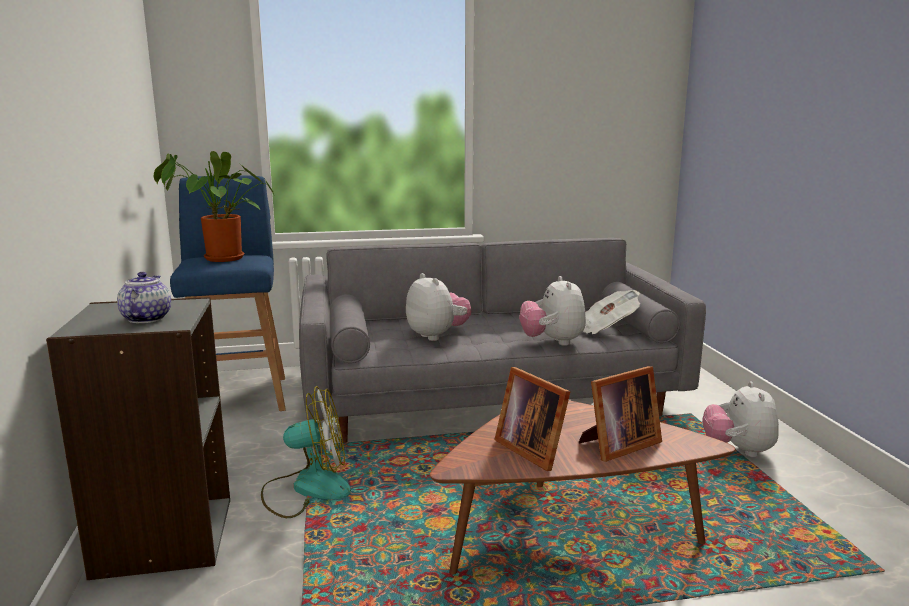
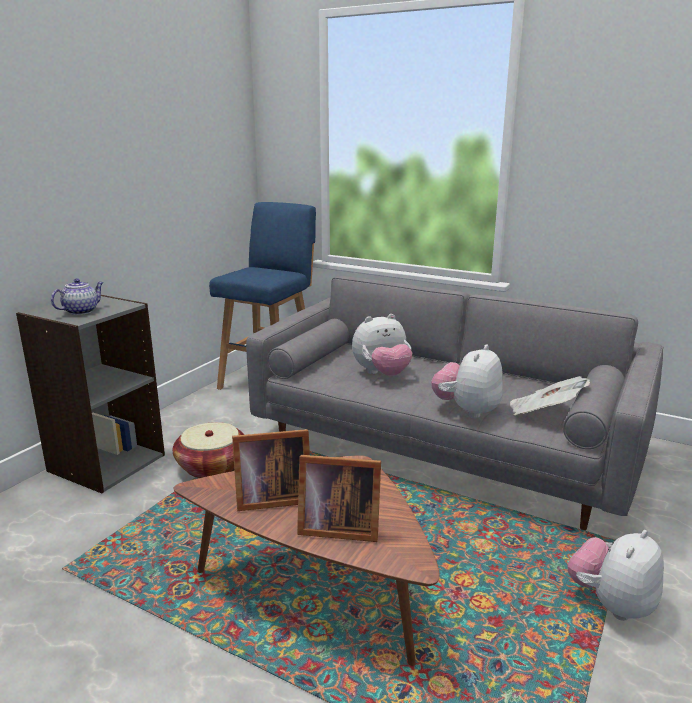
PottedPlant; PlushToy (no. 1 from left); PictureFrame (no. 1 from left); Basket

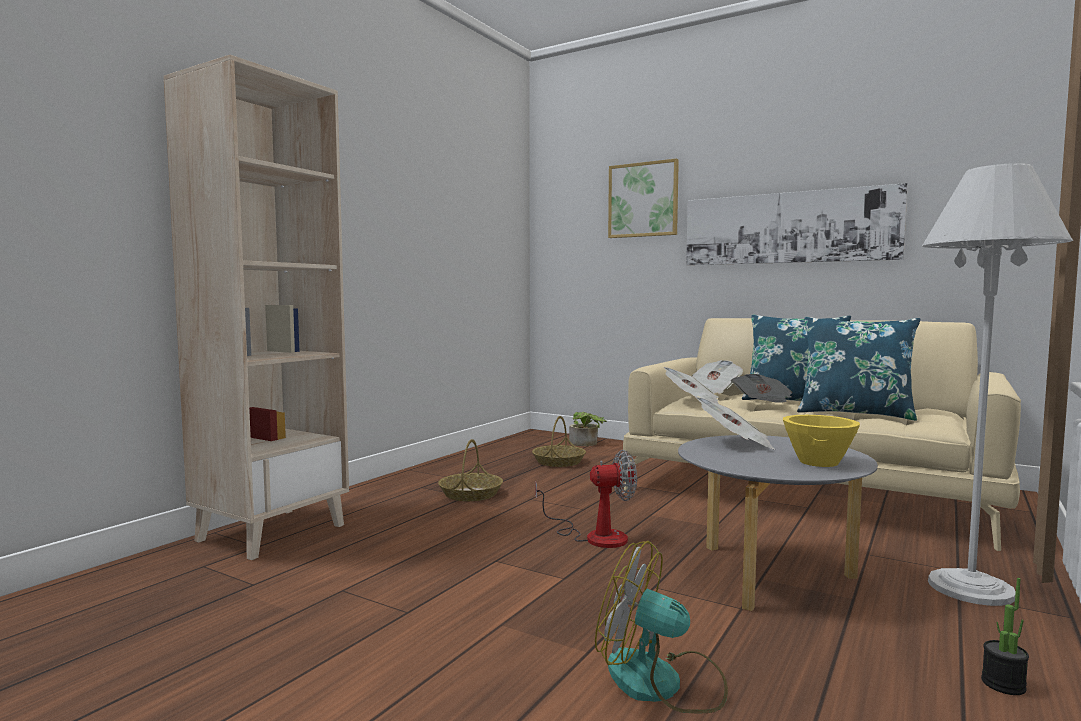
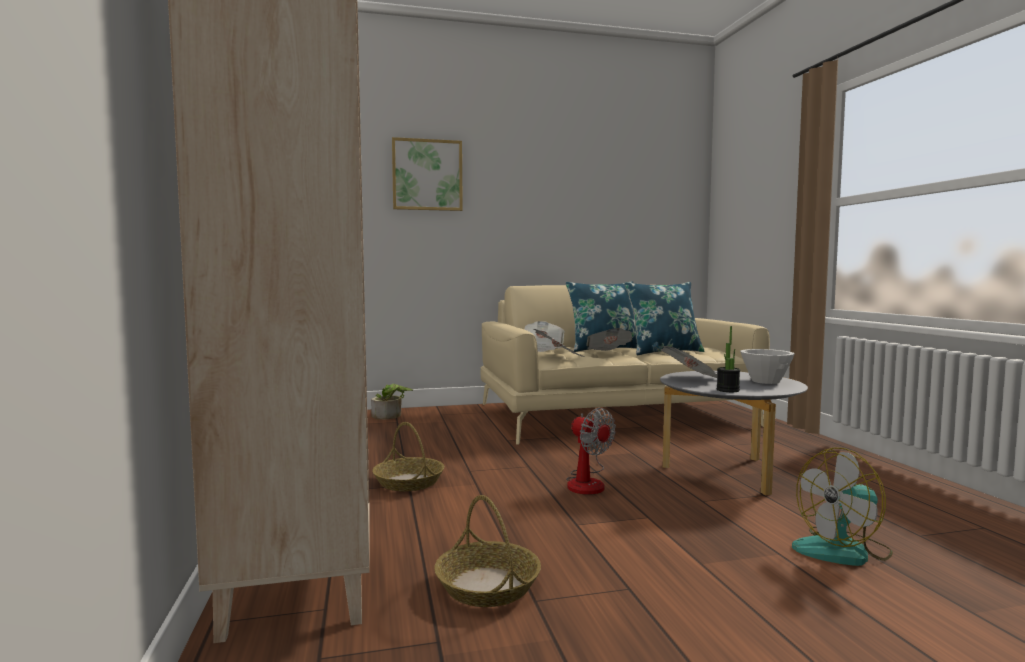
WhiteFloorLamp; Picture (no. 2 from left in the first image); WhiteBowl; Basket (no. 2 from left); Fan (no. 1 from left); PottedPlant (no. 2 from left)

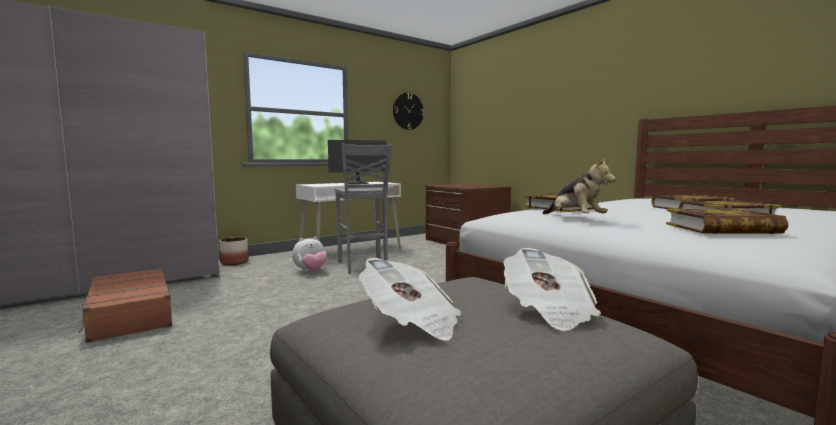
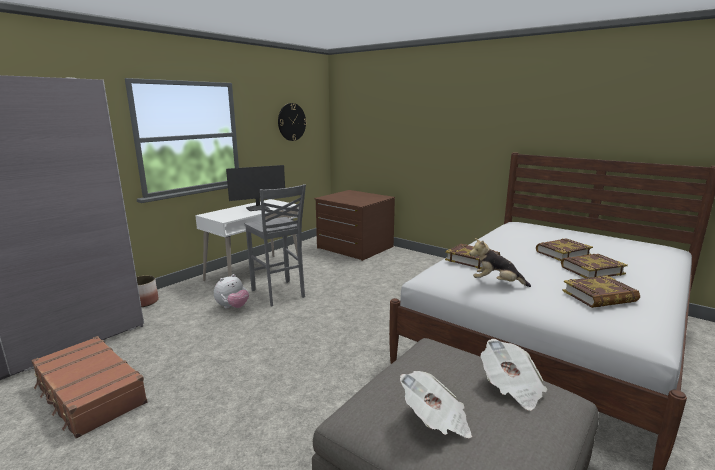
PlushToy (no. 2 from left)

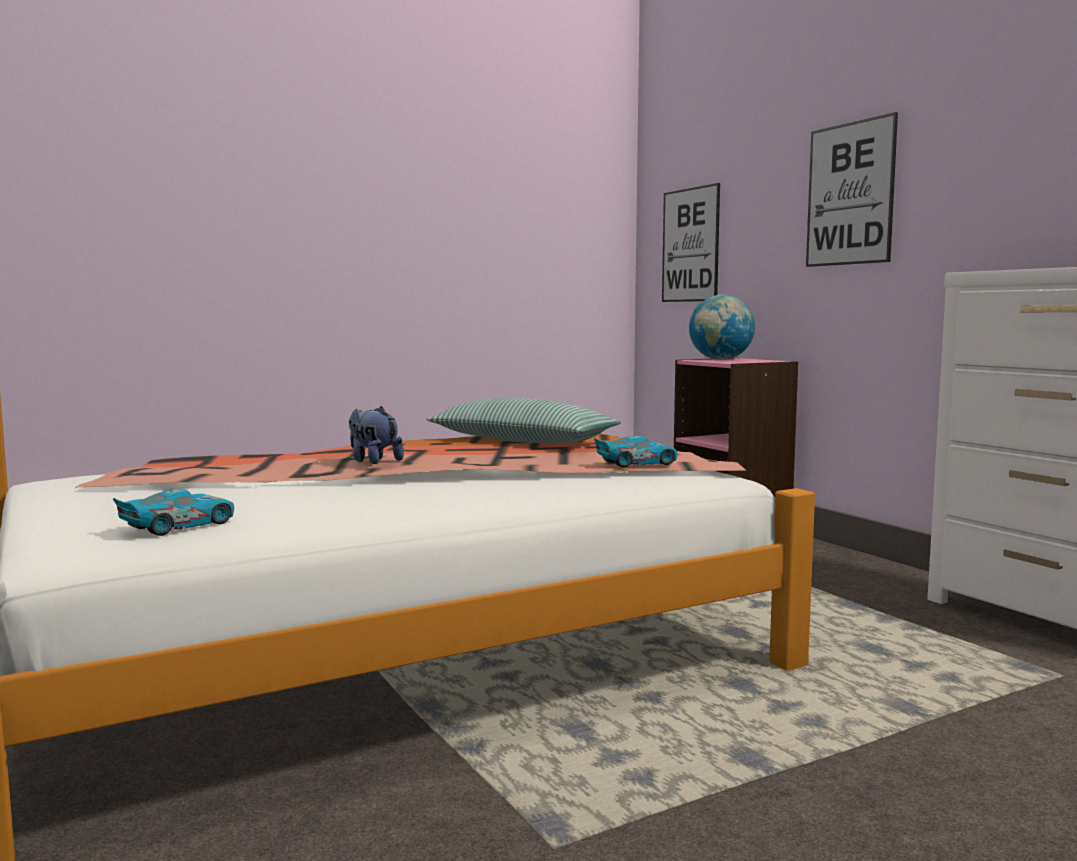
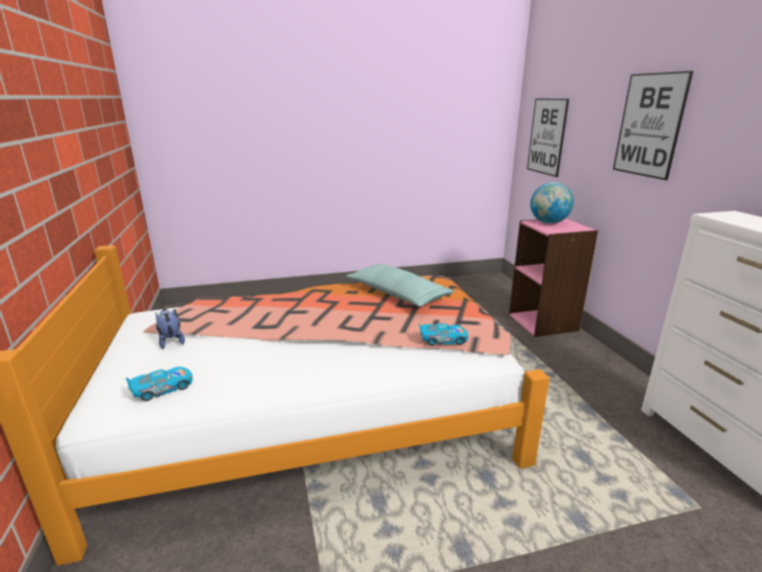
PlushToy

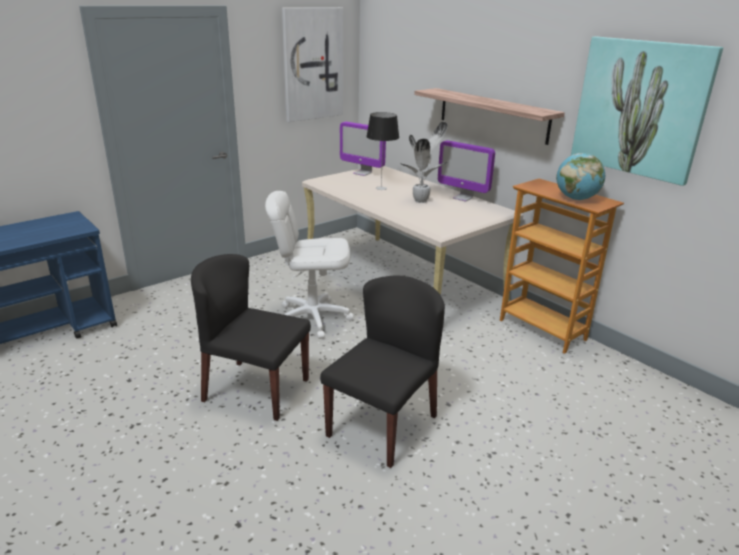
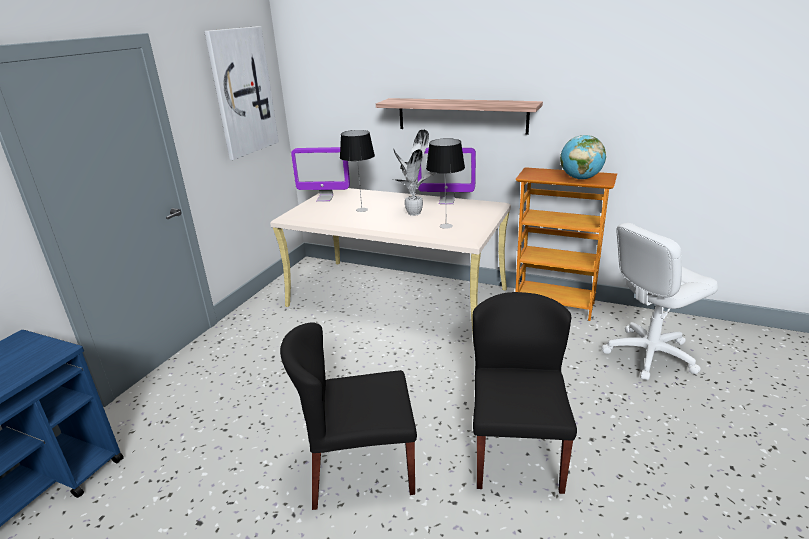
Picture (no. 2 from left in the first image); WhiteOfficeChair; TableLamp (no. 2 from left)

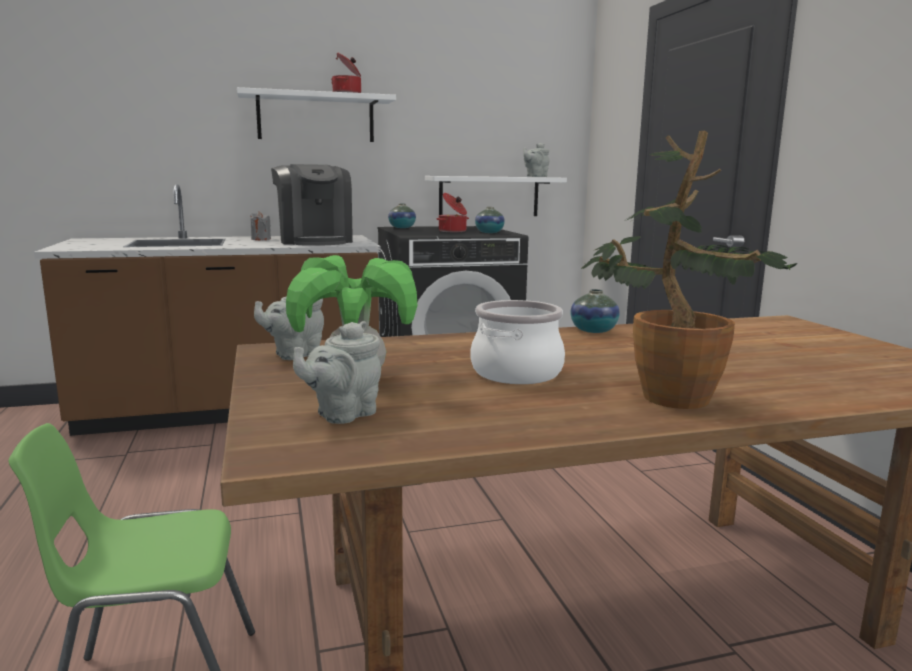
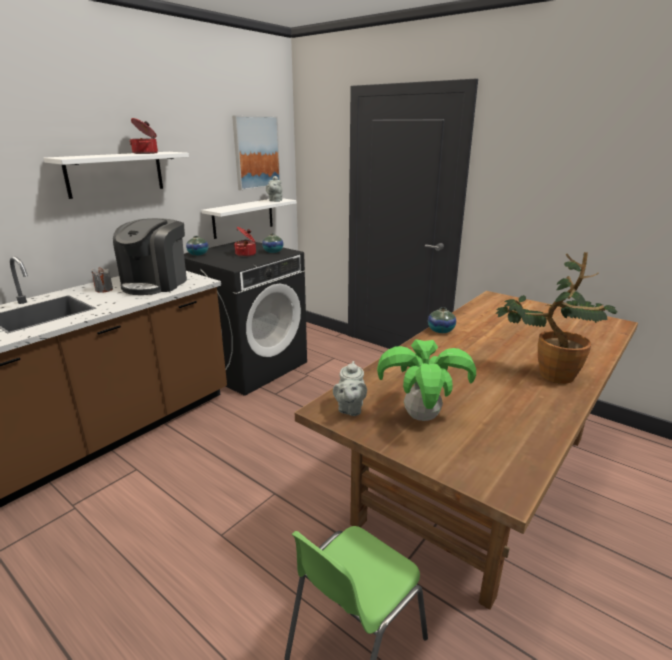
CoffeeMachine; CookingPot (no. 3 from left in the first image); GreyTeapot (no. 2 from left in the first image); Picture

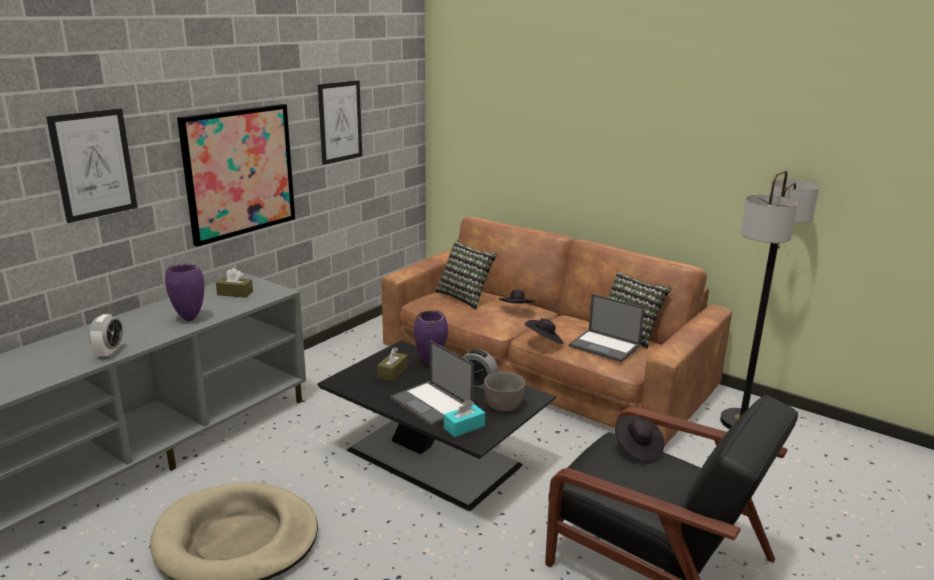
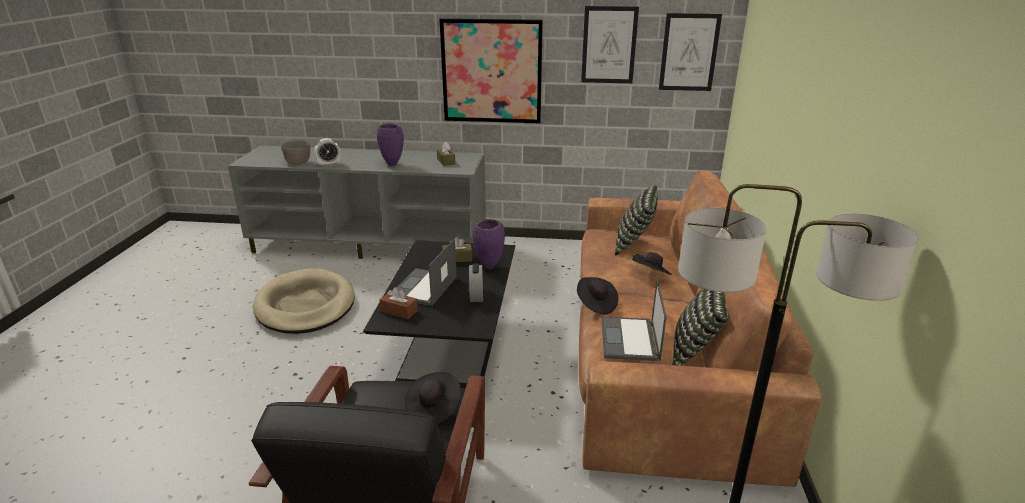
Picture (no. 3 from left); GreyBowl; BrownTissueBox (no. 1 from left)

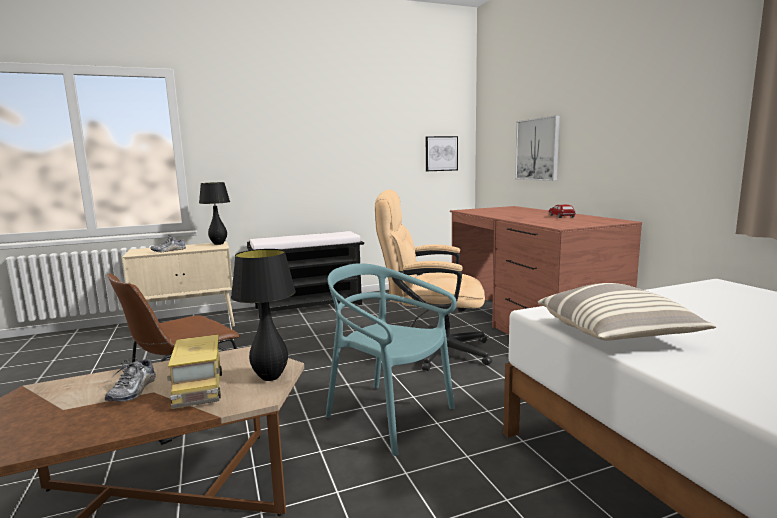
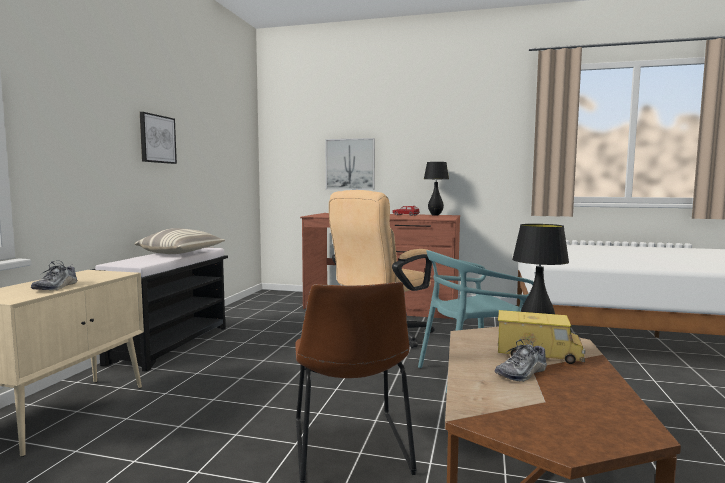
Picture (no. 1 from left); BlackTableLamp (no. 1 from left); Pillow; Shoe (no. 2 from left)

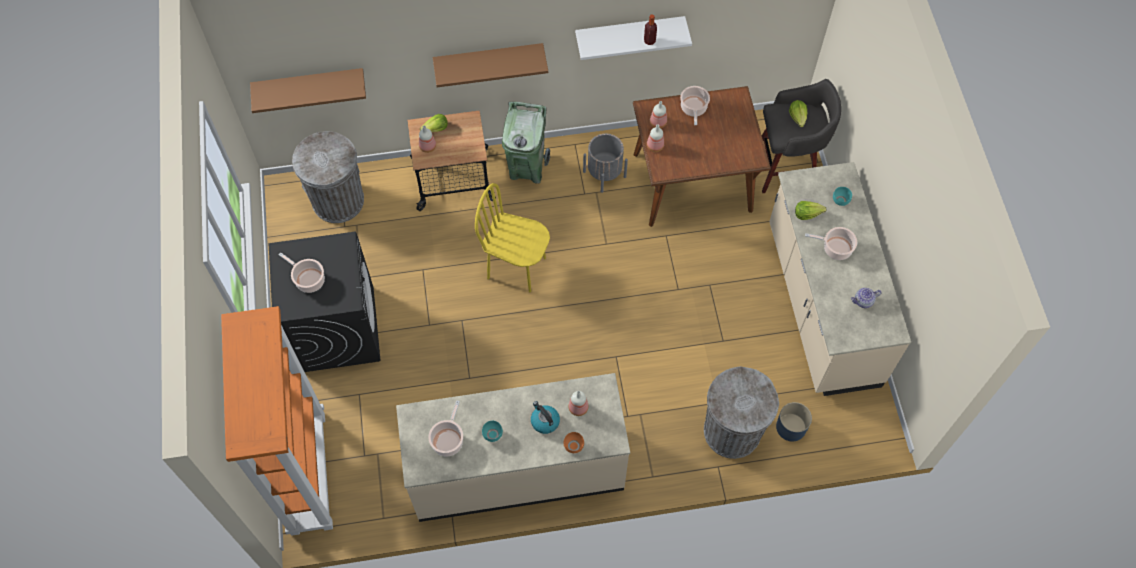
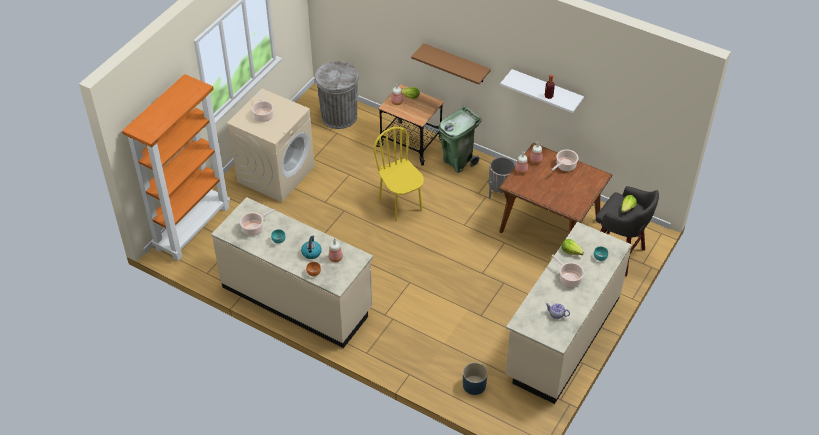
BrownShelf (no. 1 from left in the first image); BeigeWashingMachine; GreyTrashCan (no. 2 from left in the first image)

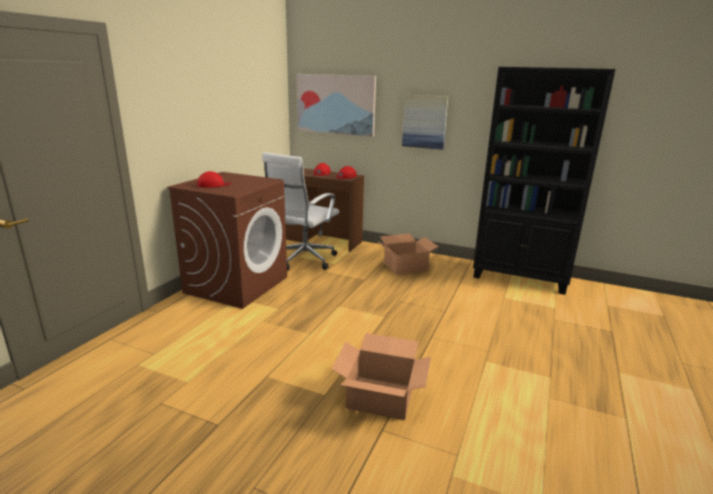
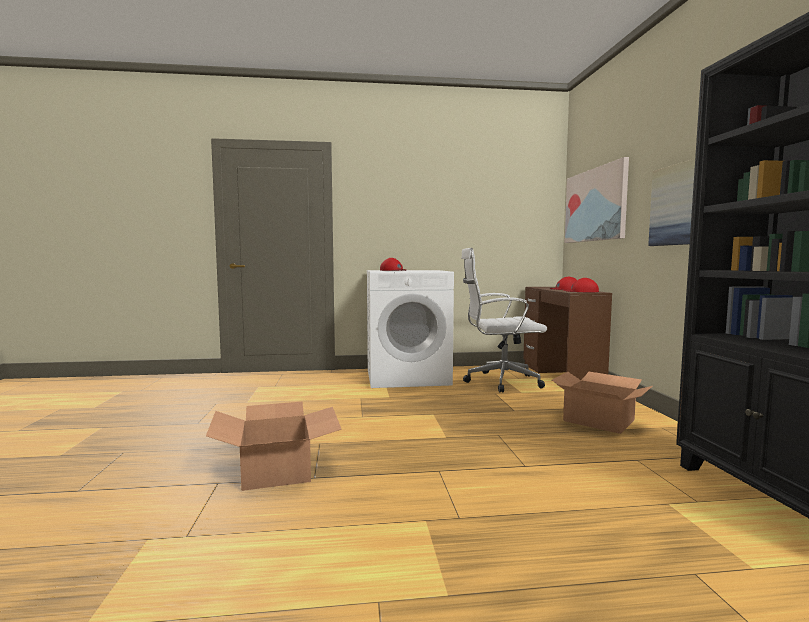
WhiteWashingMachine

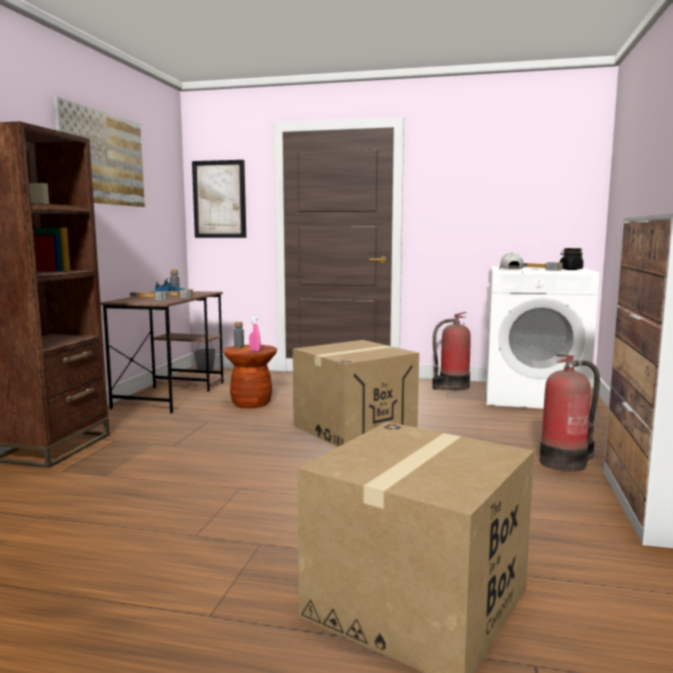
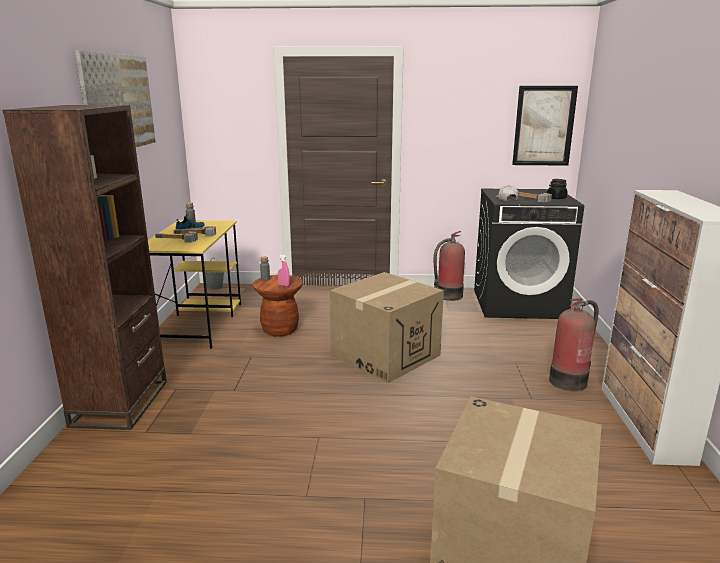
Picture (no. 2 from left); BlackWashingMachine; YellowDesk

